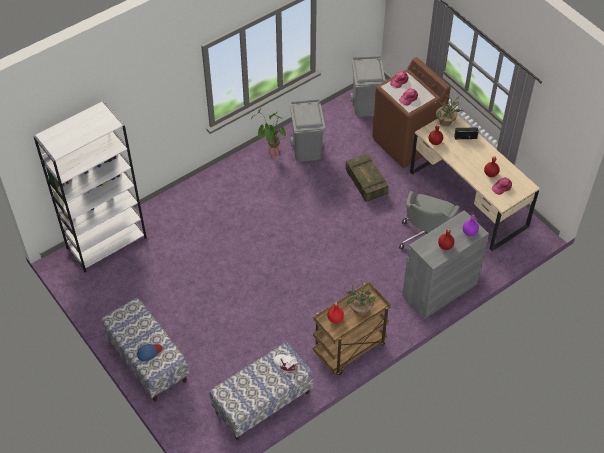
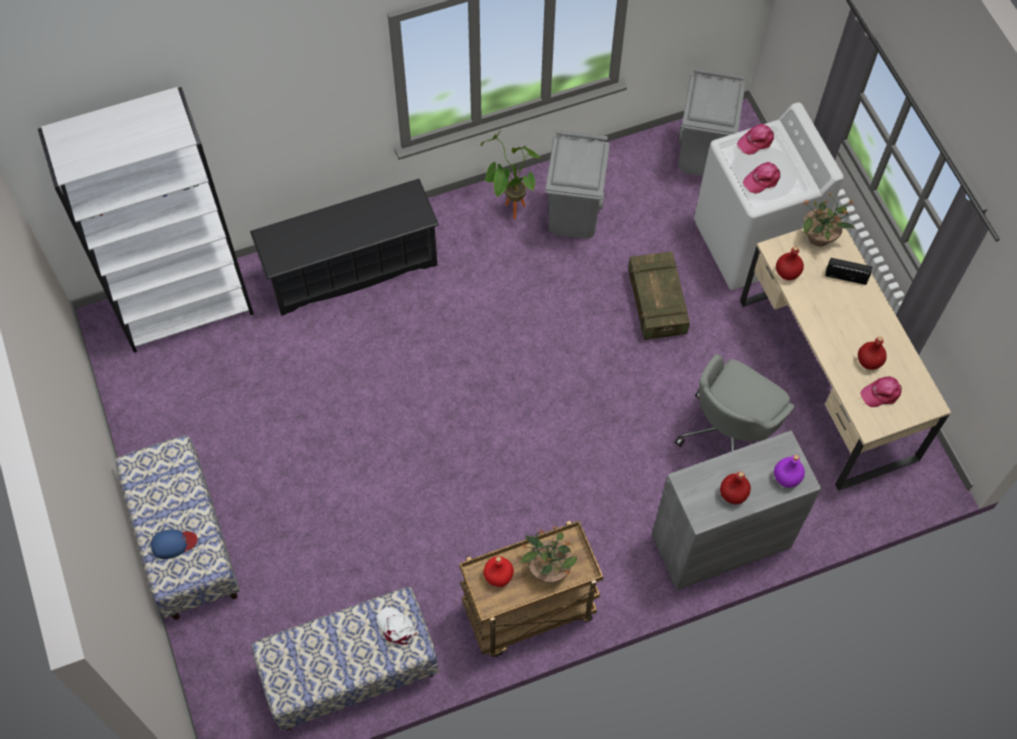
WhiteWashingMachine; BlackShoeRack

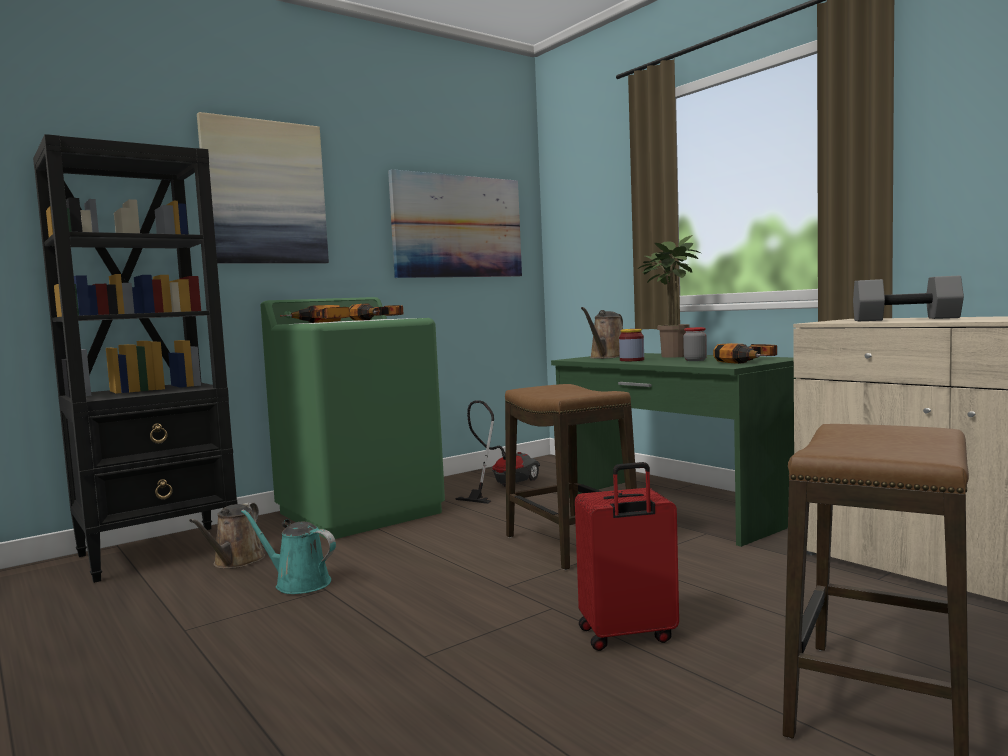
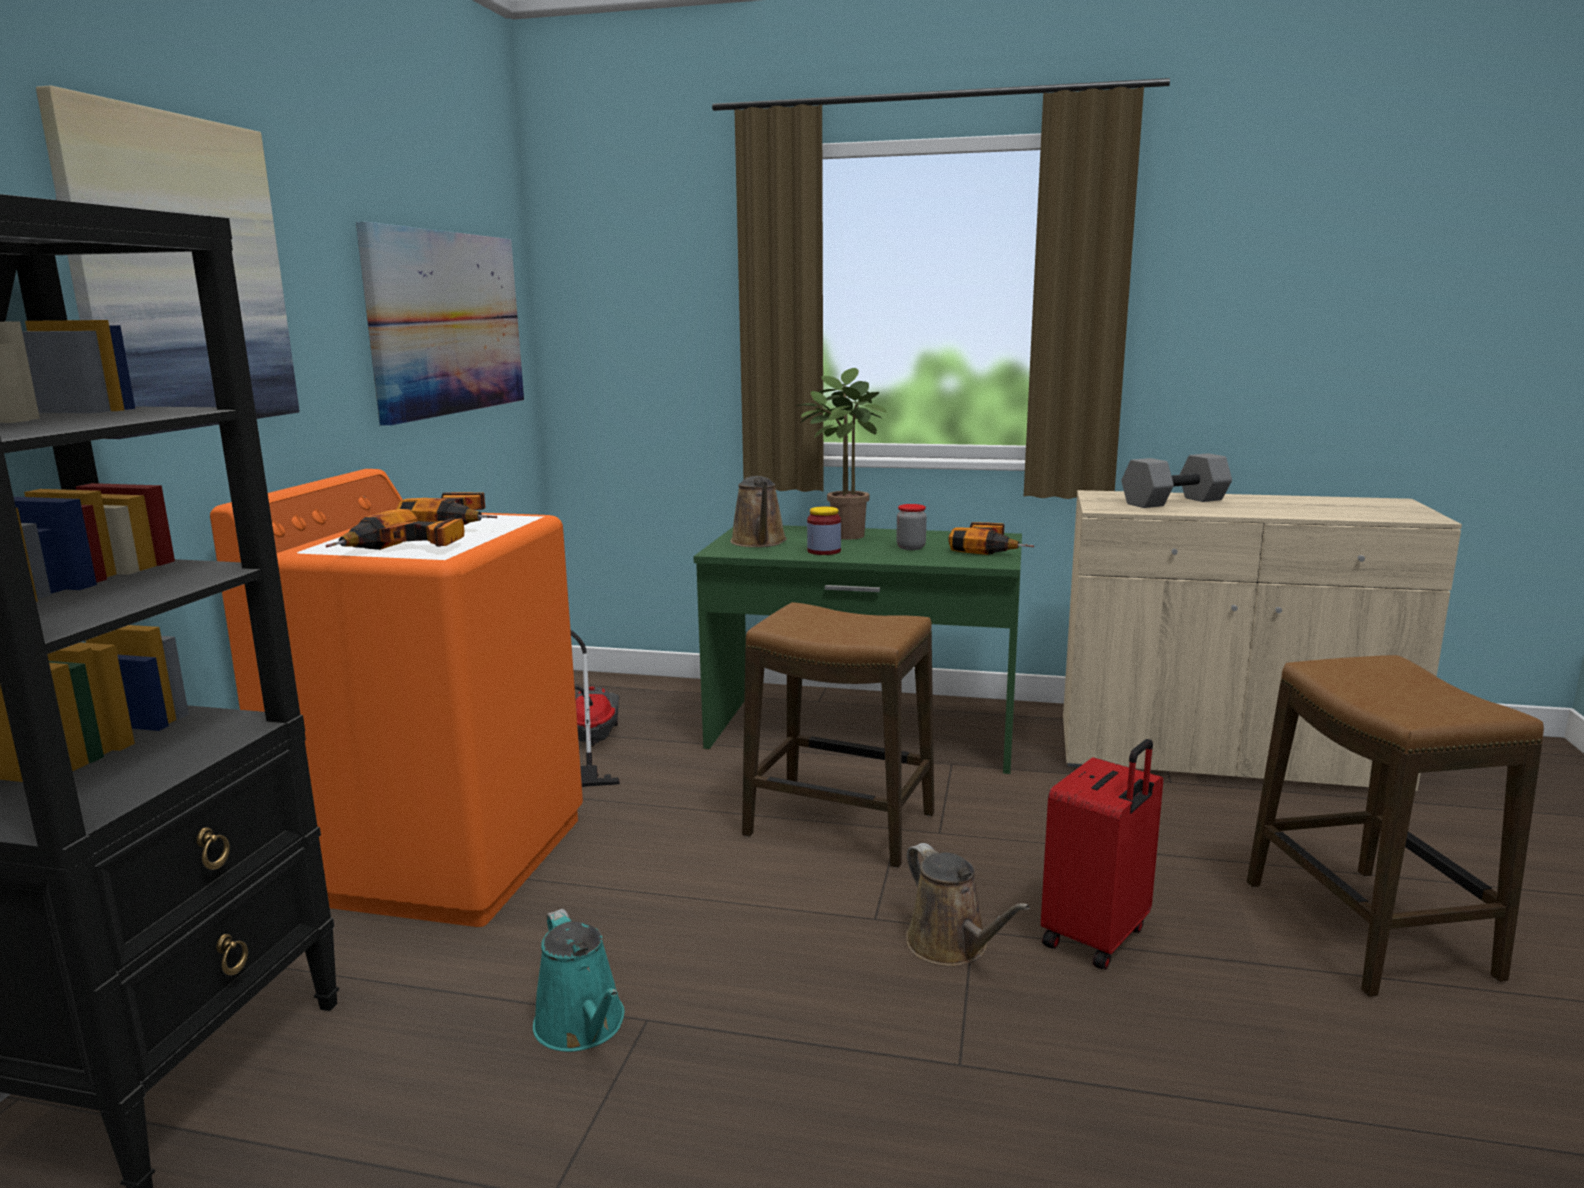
OrangeWashingMachine; BrownWateringCan (no. 2 from left); TurquoiseWateringCan

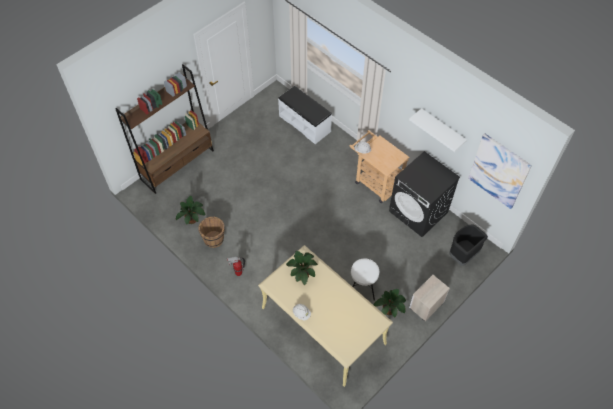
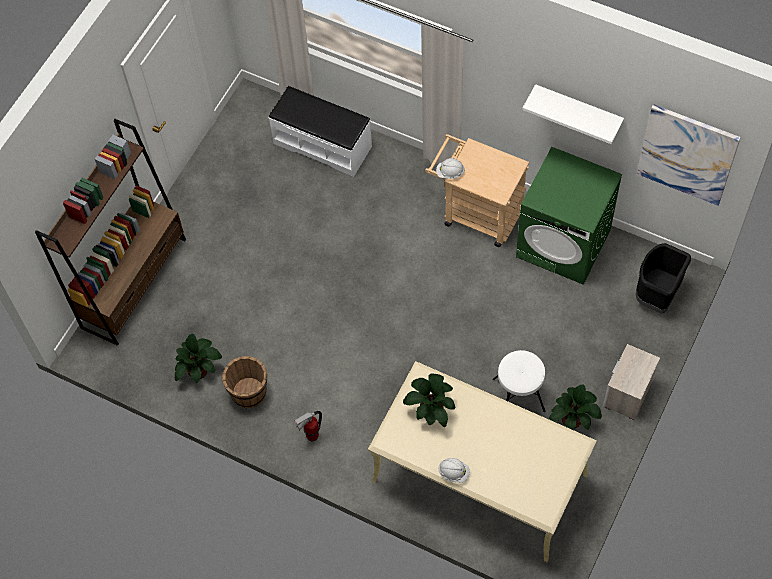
GreenWashingMachine

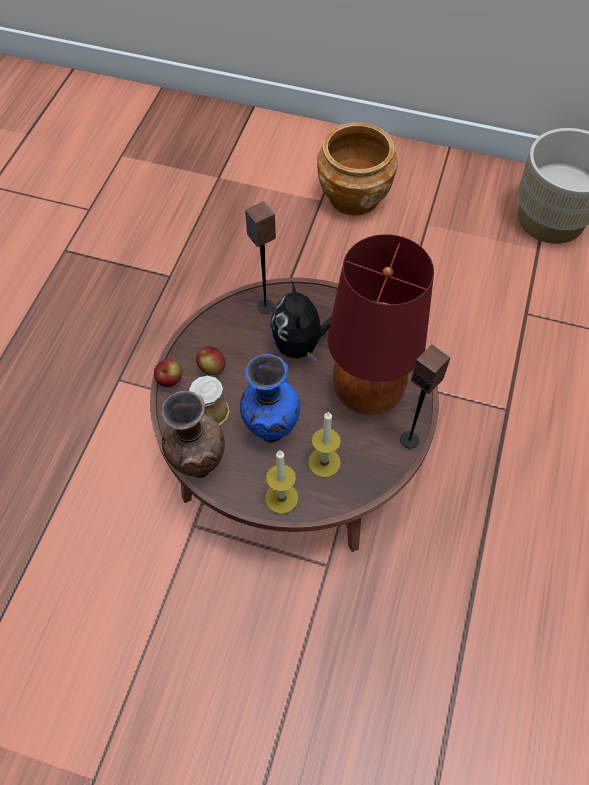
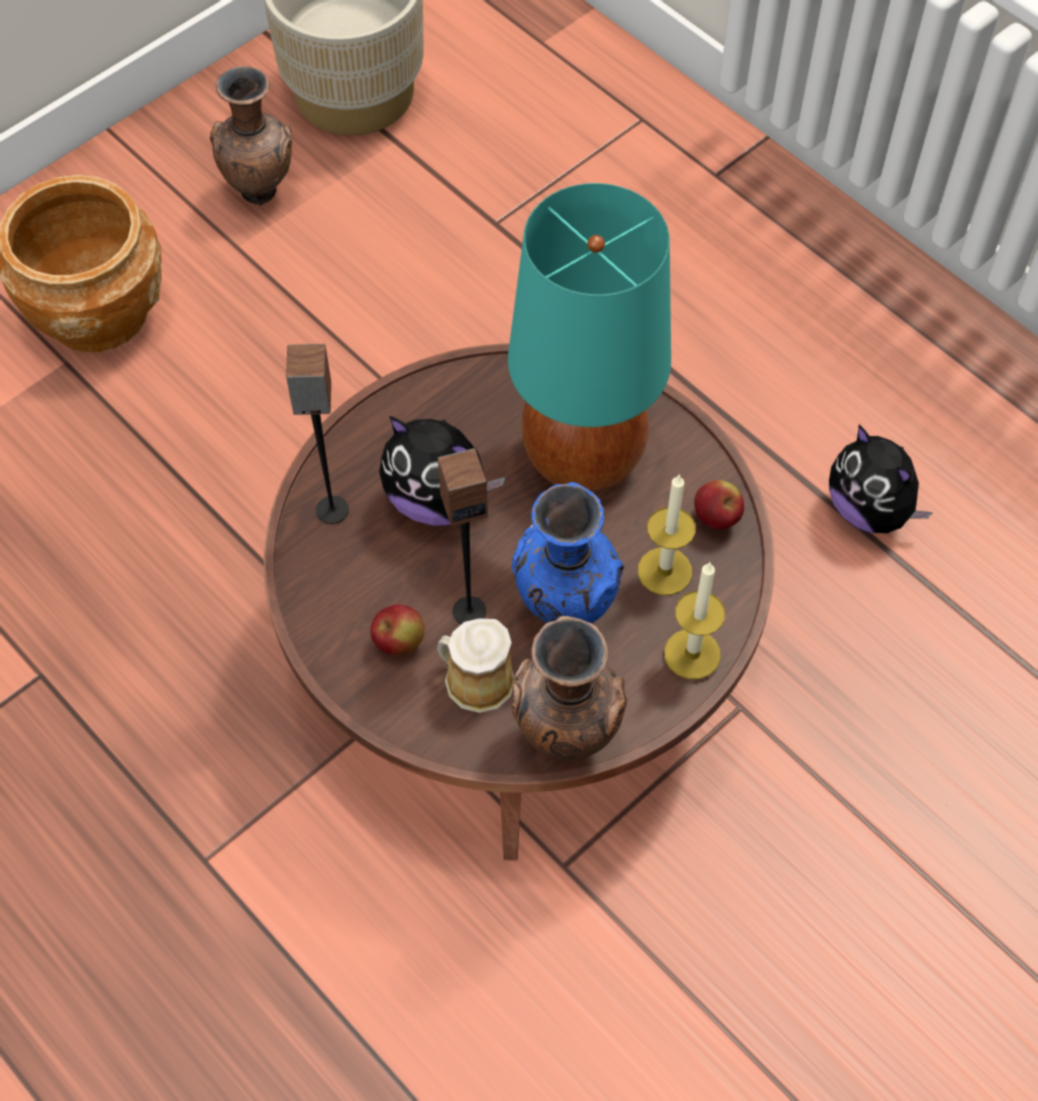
TurquoiseTableLamp; Speaker (no. 2 from left); Apple (no. 2 from left); BrownVase (no. 1 from left); PlushToy (no. 2 from left)

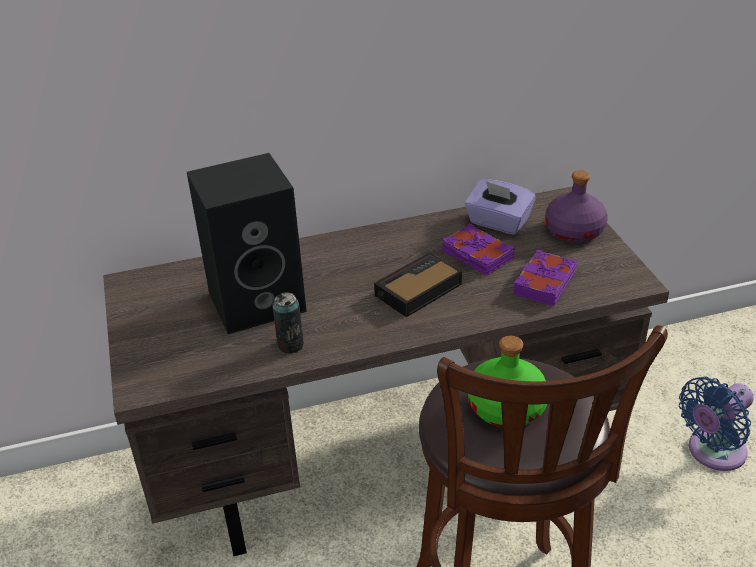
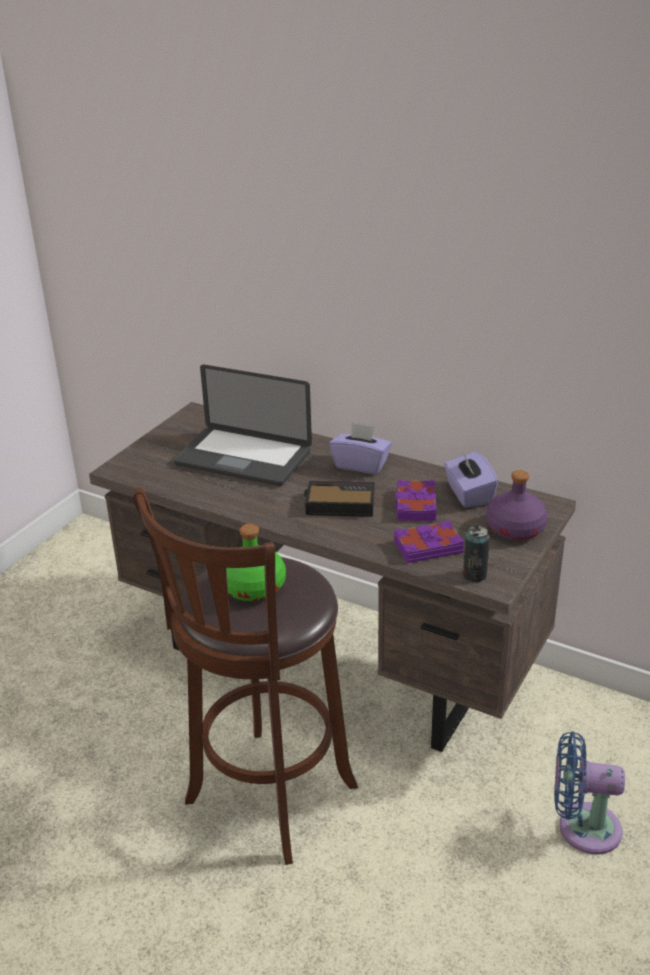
Laptop; Can; PurpleTissueBox (no. 1 from left)

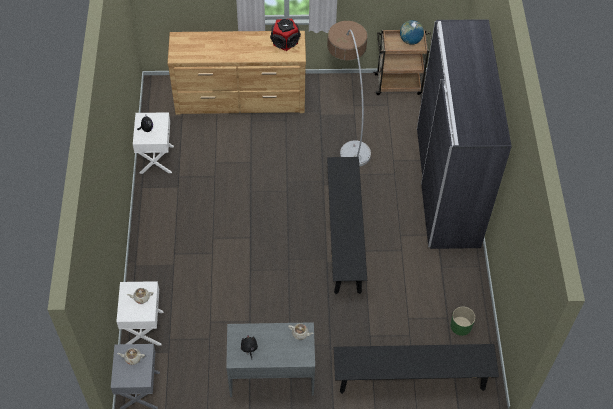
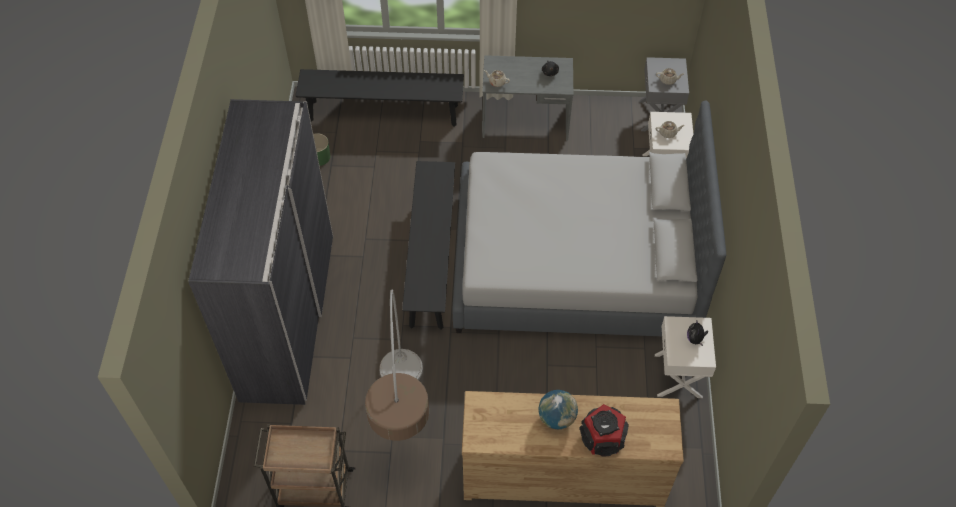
Speaker; Globe; GreyBed

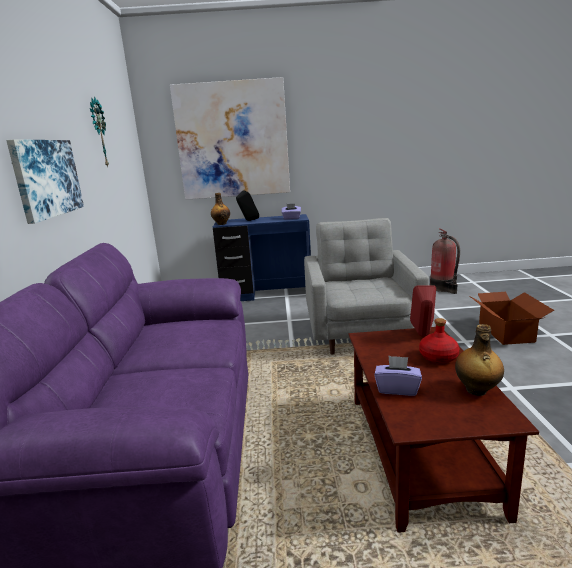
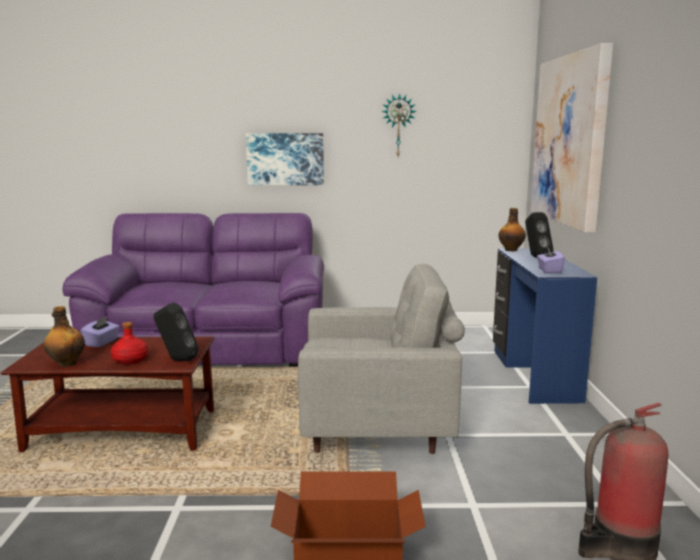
BlackSpeaker (no. 1 from left)

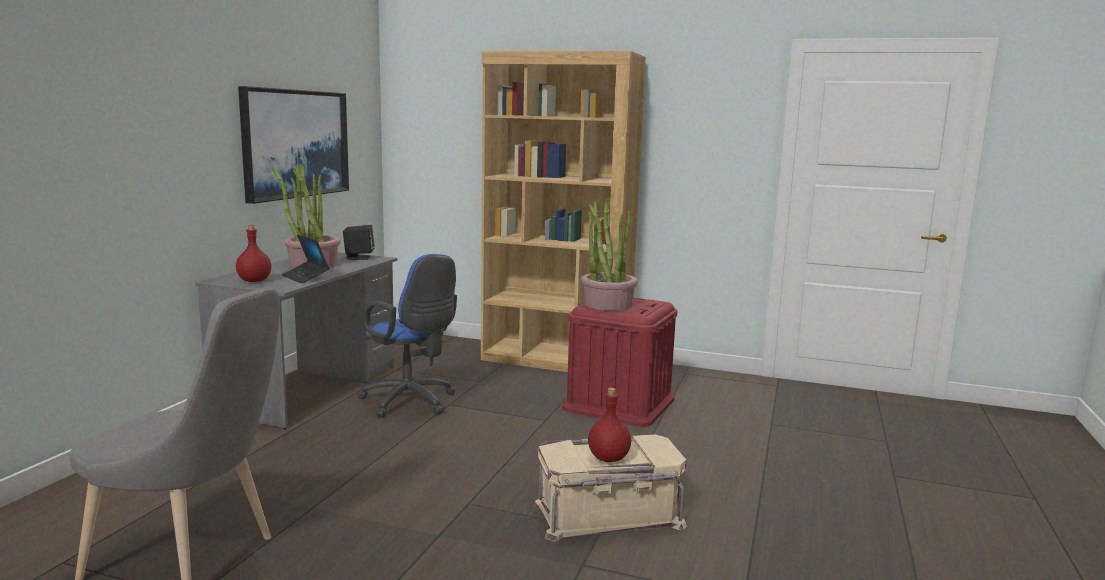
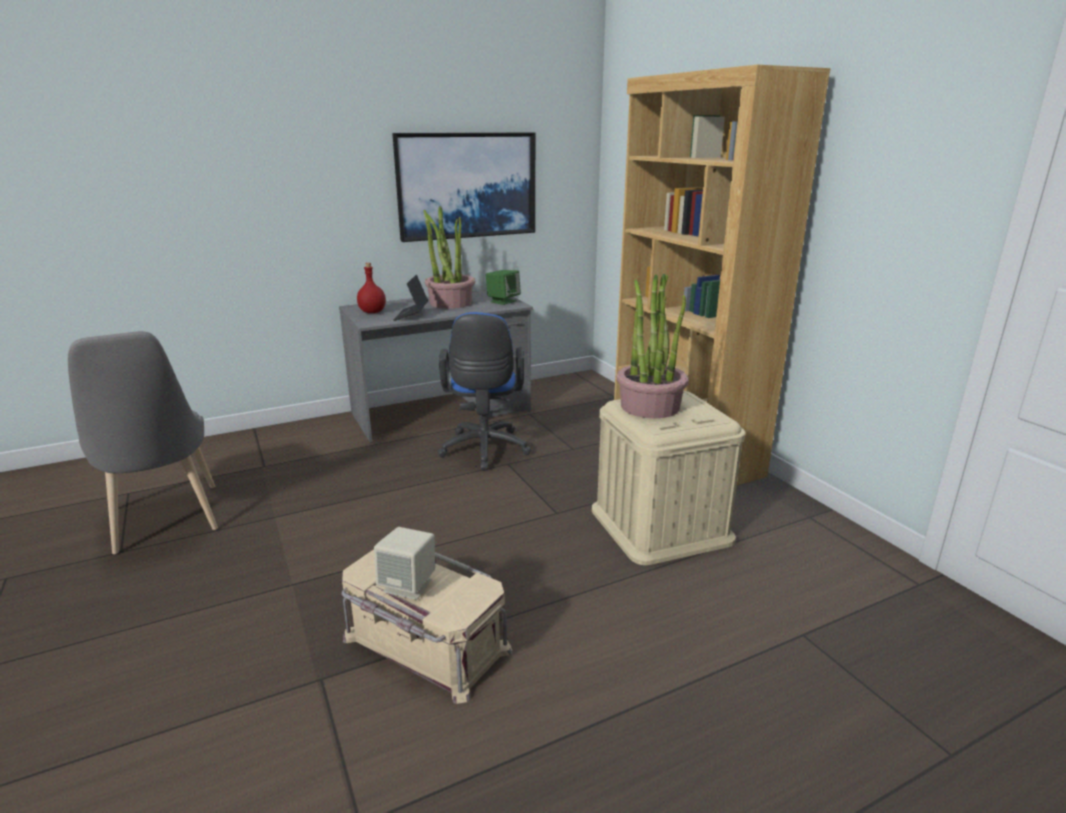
GreenSpeaker; BeigeStorageBox (no. 2 from left); BeigeSpeaker

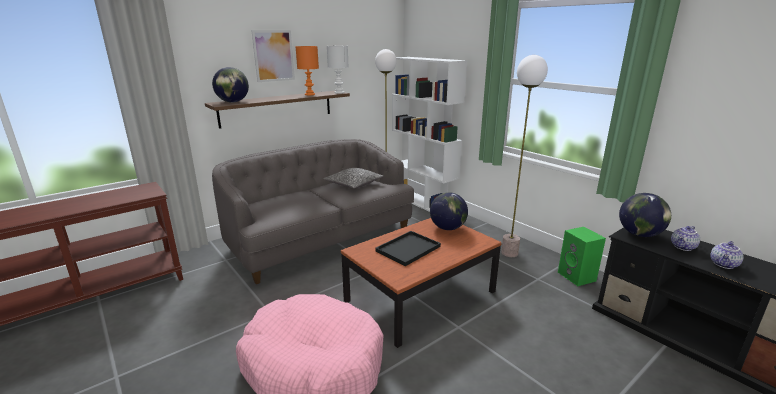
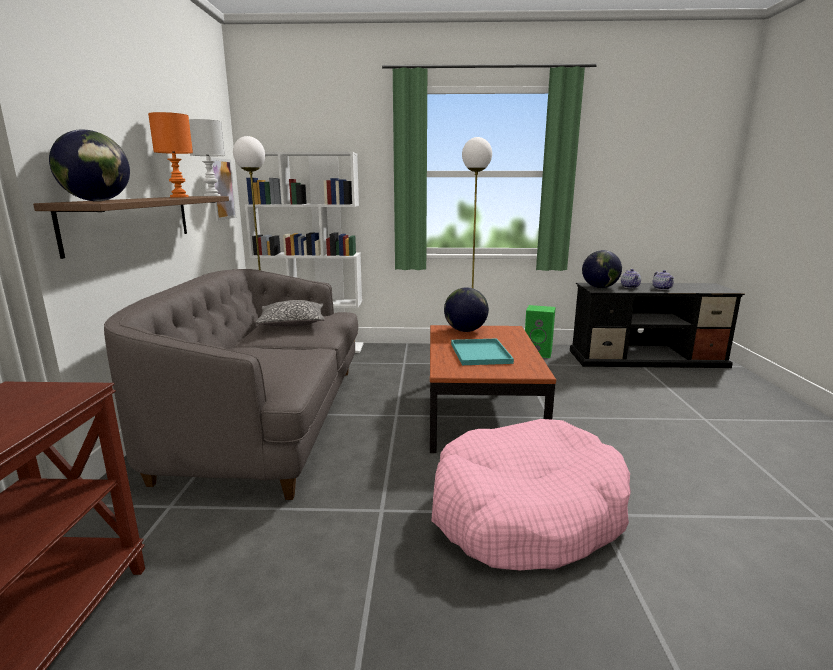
Picture; TurquoiseTray

